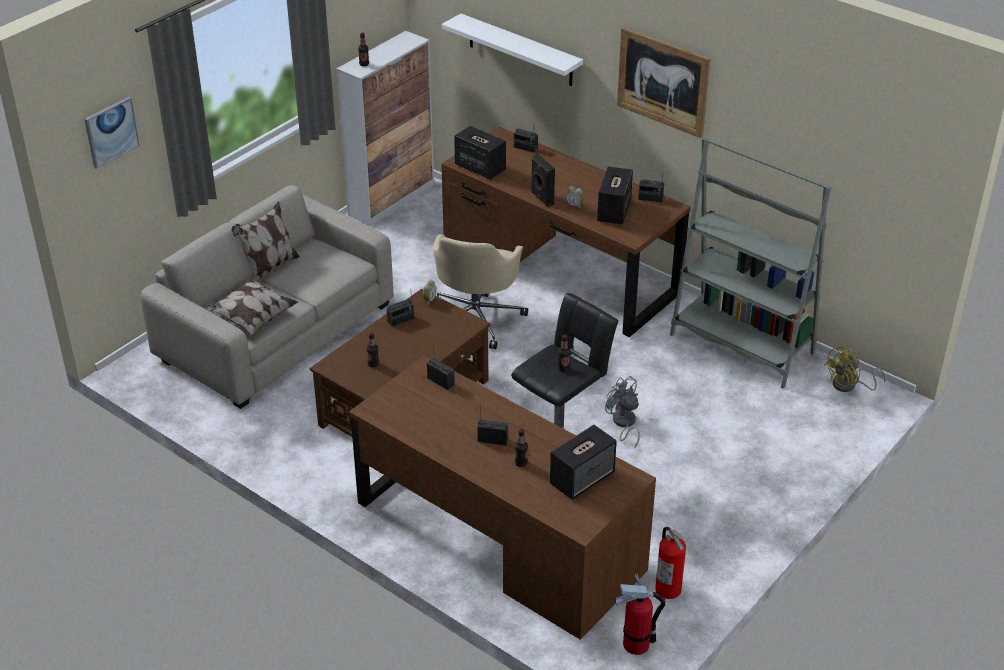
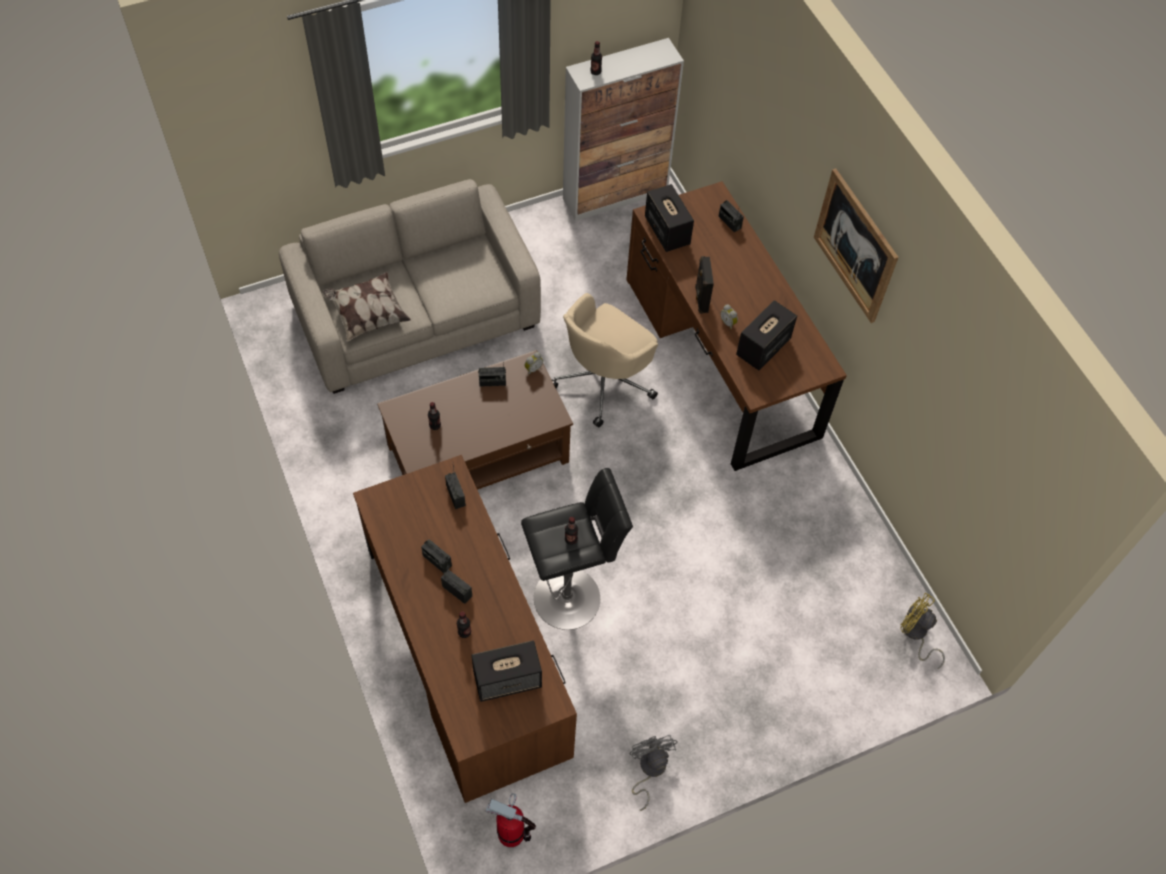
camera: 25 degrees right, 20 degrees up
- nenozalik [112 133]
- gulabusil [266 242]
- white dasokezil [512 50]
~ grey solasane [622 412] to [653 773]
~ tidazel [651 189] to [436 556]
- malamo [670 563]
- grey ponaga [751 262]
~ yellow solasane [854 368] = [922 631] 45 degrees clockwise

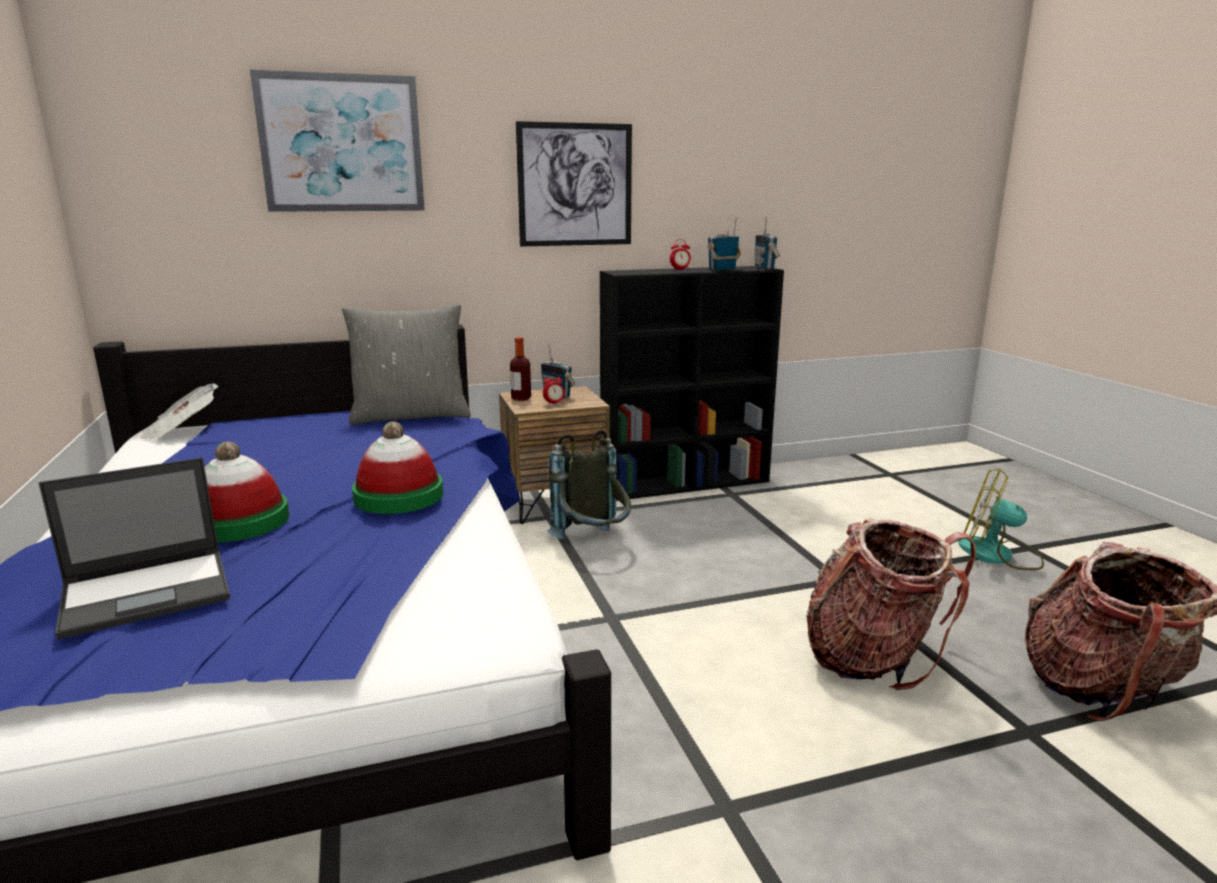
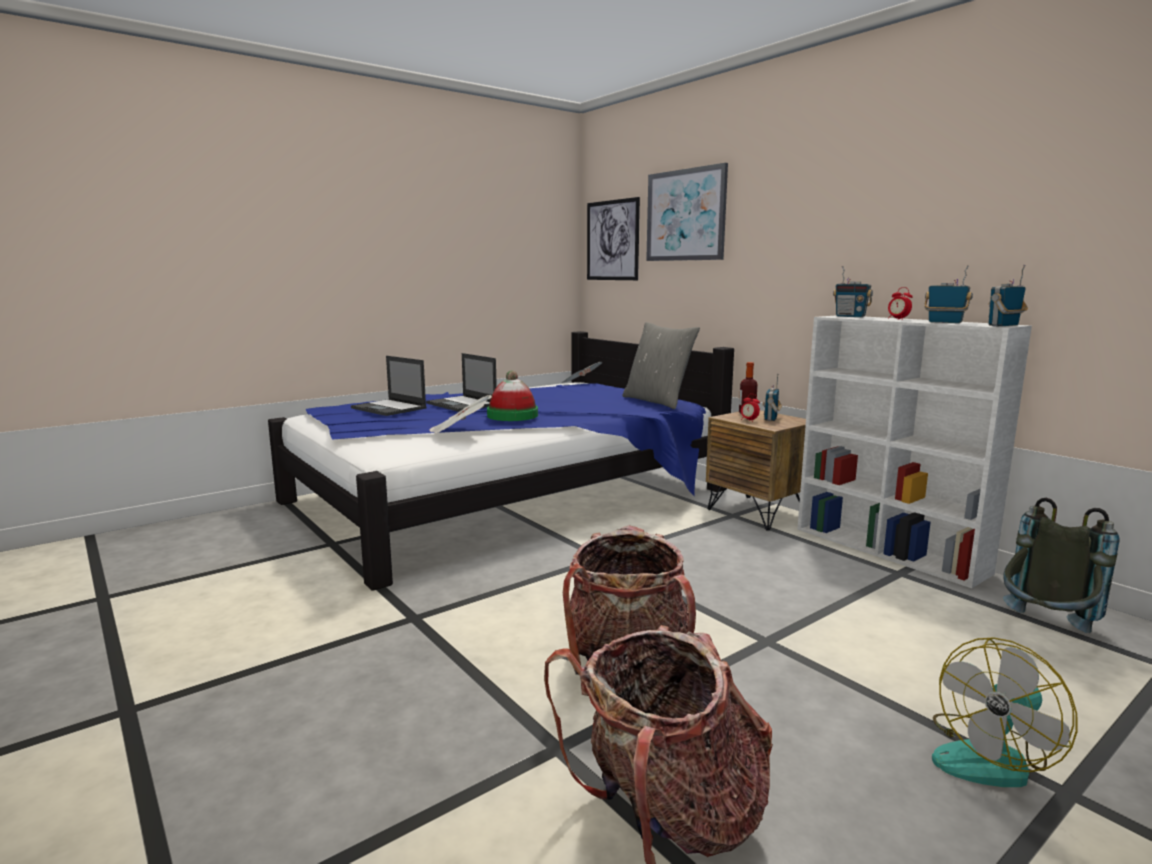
camera: 70 degrees right, 5 degrees down
~ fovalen [247 491] to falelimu [461 382]
~ nenozalik [574 183] to [613 238]
~ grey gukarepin [589 485] to [1061 565]
~ black ponaga [692 383] to white ponaga [914 452]
~ solasane [1001 519] = [1005 712] 135 degrees counterclockwise
+ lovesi [461 414]
+ tidazel [853 291]

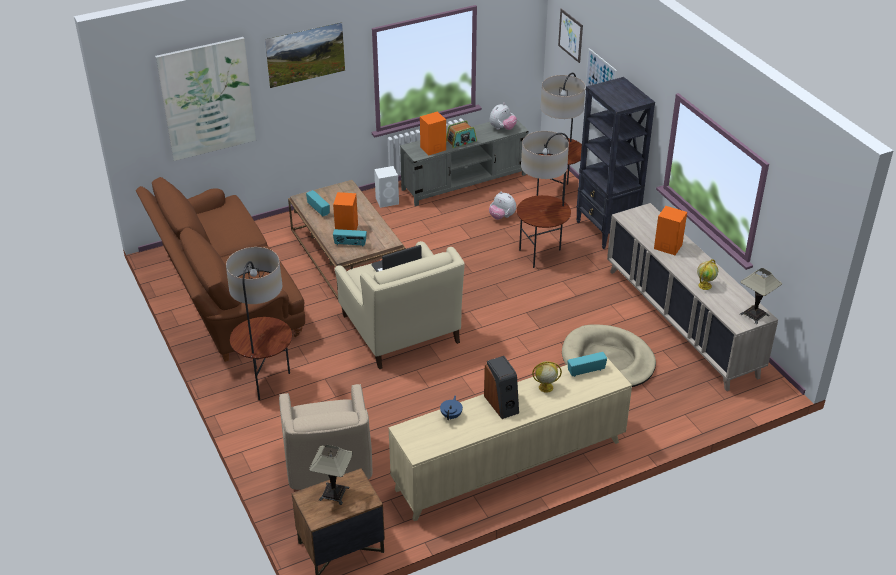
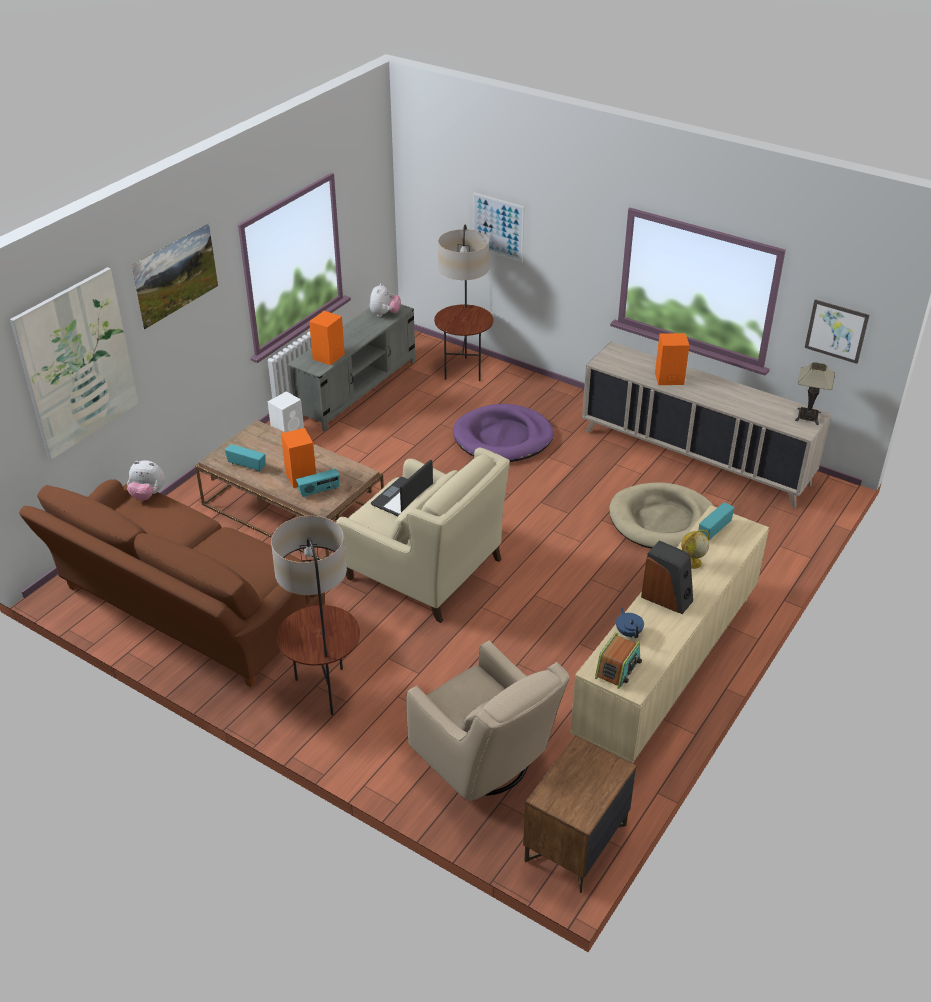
camera: 30 degrees left, 0 degrees up
- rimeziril [331 475]
~ tidazel [461 134] to [618 660]
~ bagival [502 206] to [146 480]
~ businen [544 199] to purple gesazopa [503 433]
~ nenozalik [570 36] to [837 331]
- black ponaga [615 163]
- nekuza [707 274]

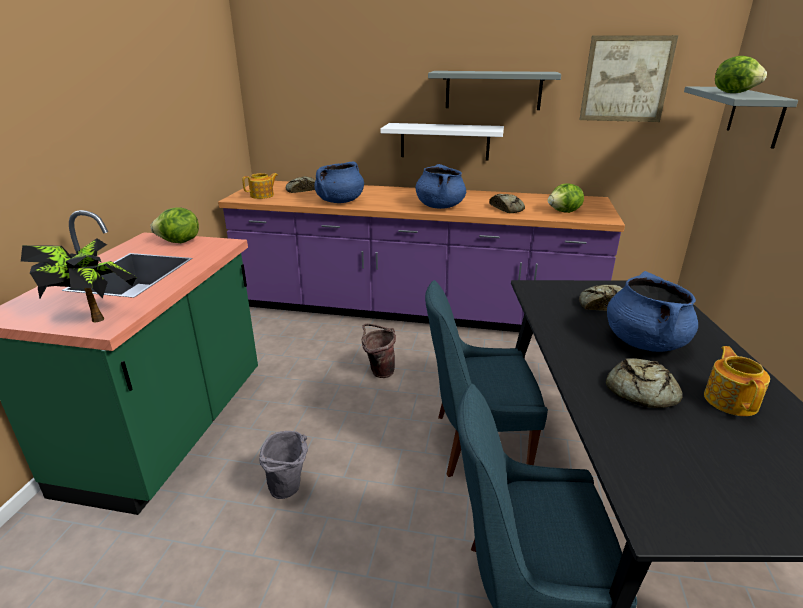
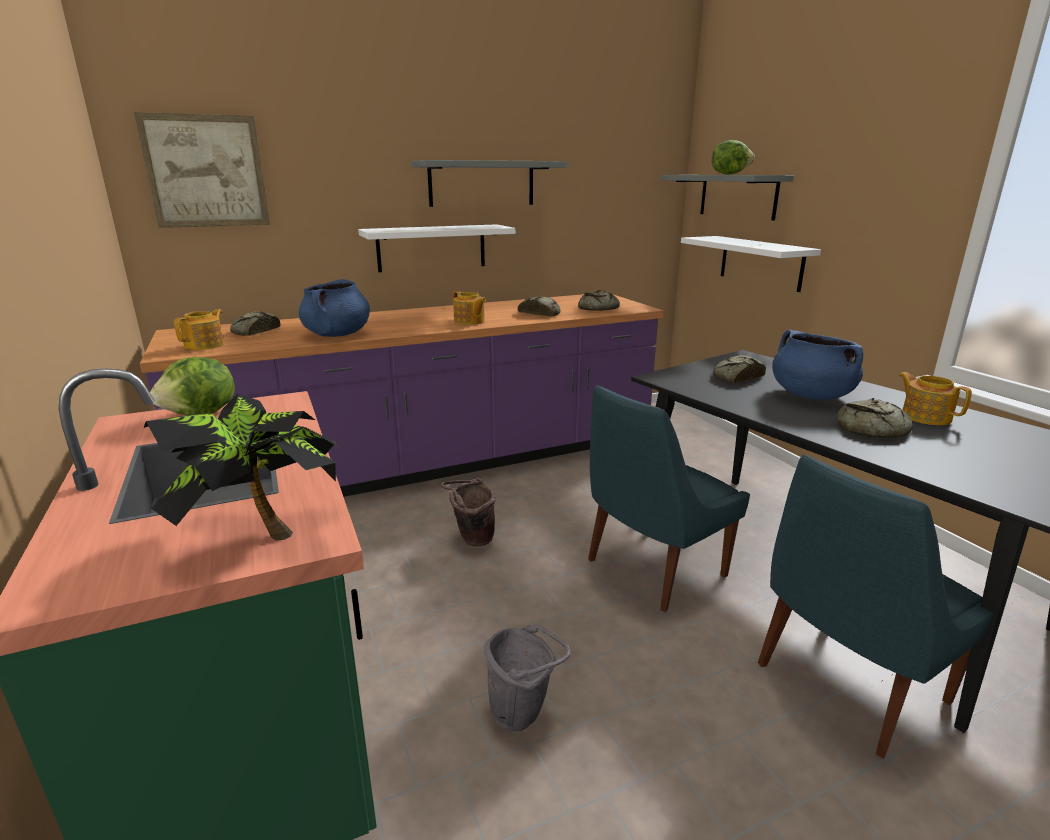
camera: 35 degrees left, 5 degrees down
~ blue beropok [441 186] to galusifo [469 308]
~ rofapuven [566 198] to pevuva [599 300]
~ nenozalik [629 78] to [202 170]
+ white dasokezil [751 264]

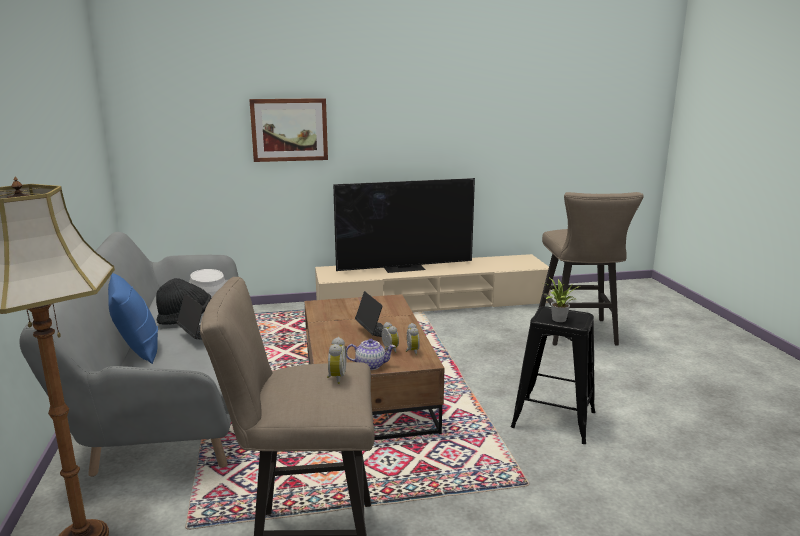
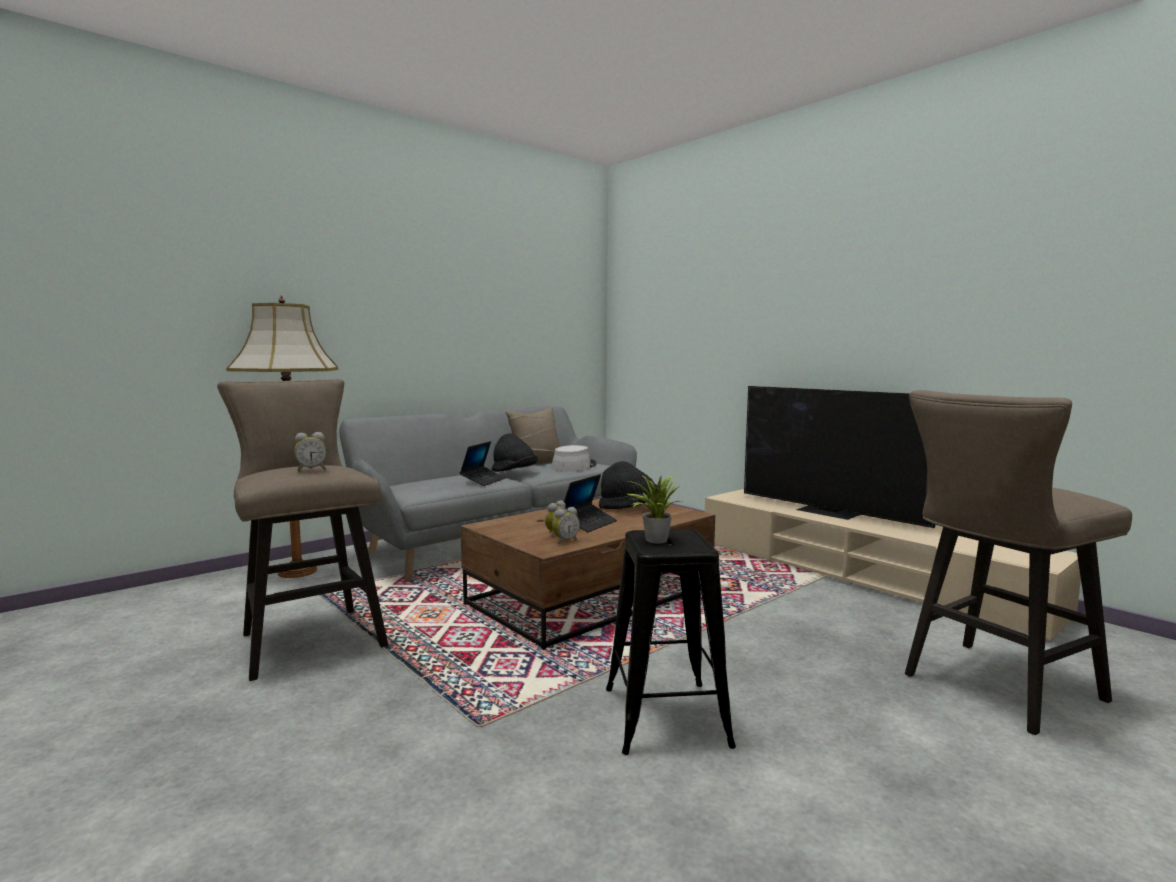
camera: 60 degrees right, 10 degrees down
- blue gulabusil [133 318]
- nenozalik [288 130]
- galusifo [370 354]
+ beige gulabusil [532 438]
+ black fovalen [628 485]

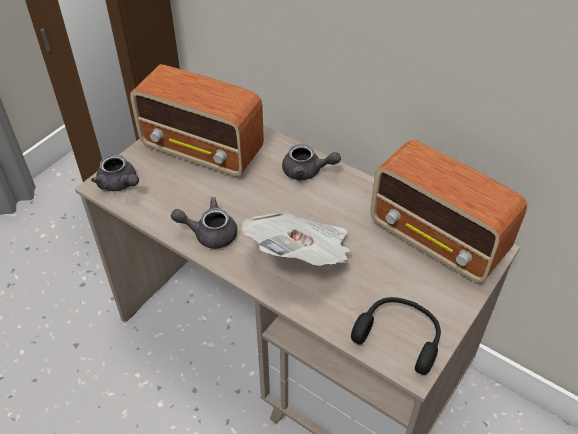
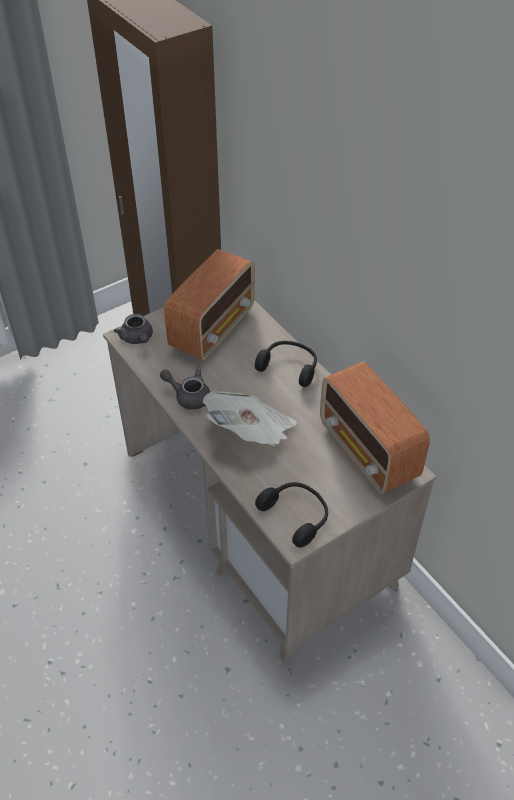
camera: 20 degrees right, 0 degrees up
~ tidazel [197 120] = [209 304] 105 degrees counterclockwise
~ grey galusifo [311 162] to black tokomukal [286 364]

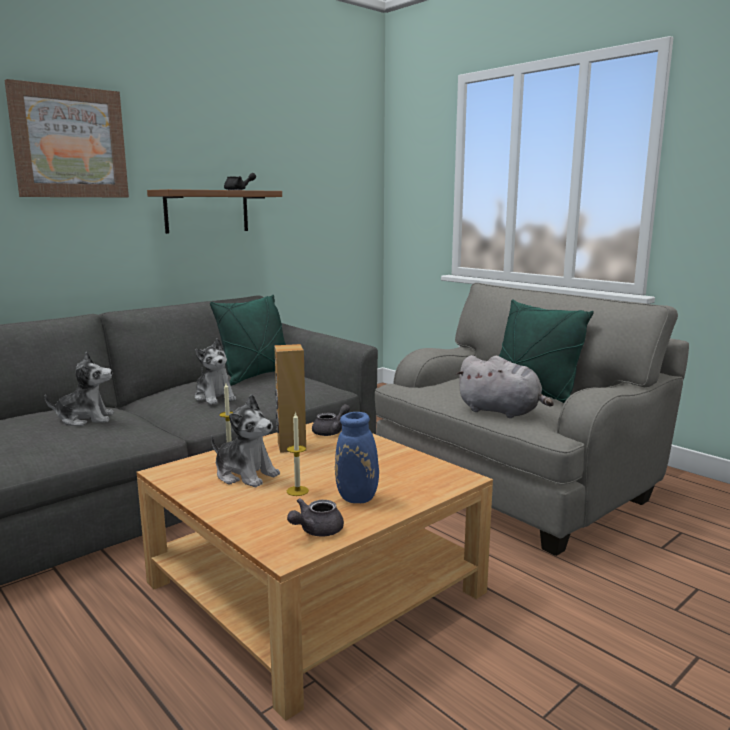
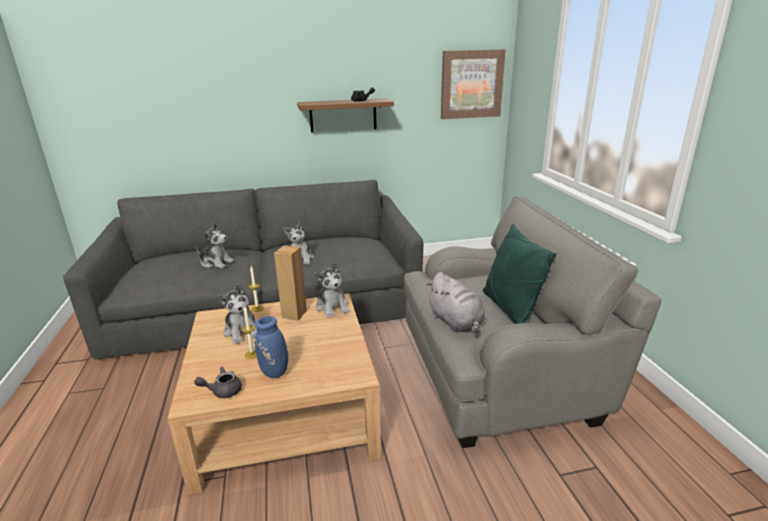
camera: 30 degrees right, 10 degrees up
~ nenozalik [66 138] to [473 84]
- green gulabusil [248 340]
~ grey galusifo [331 420] to bagival [332 290]

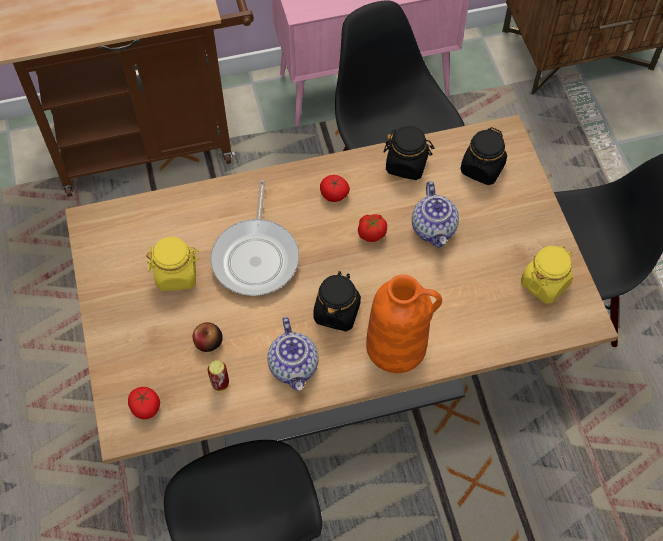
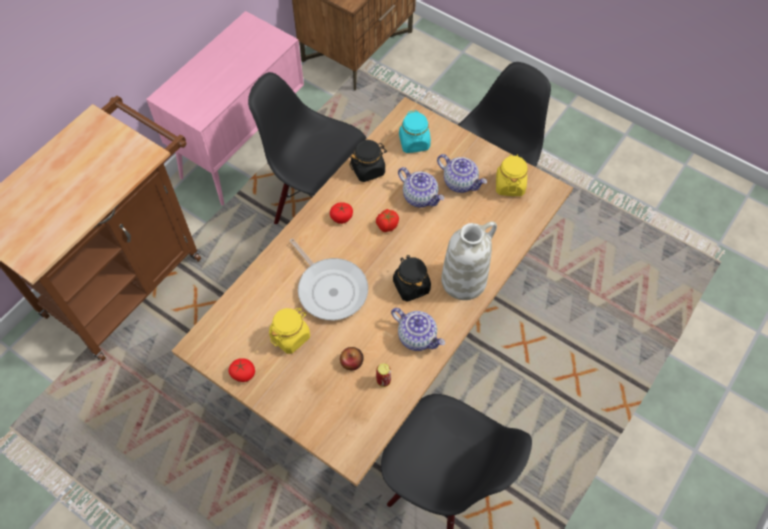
camera: 40 degrees left, 0 degrees up
~ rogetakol [144 403] to [241 370]
~ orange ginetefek [404 324] to white ginetefek [469 261]
~ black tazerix [483 156] to turquoise tazerix [415 131]
+ galusifo [462 173]

